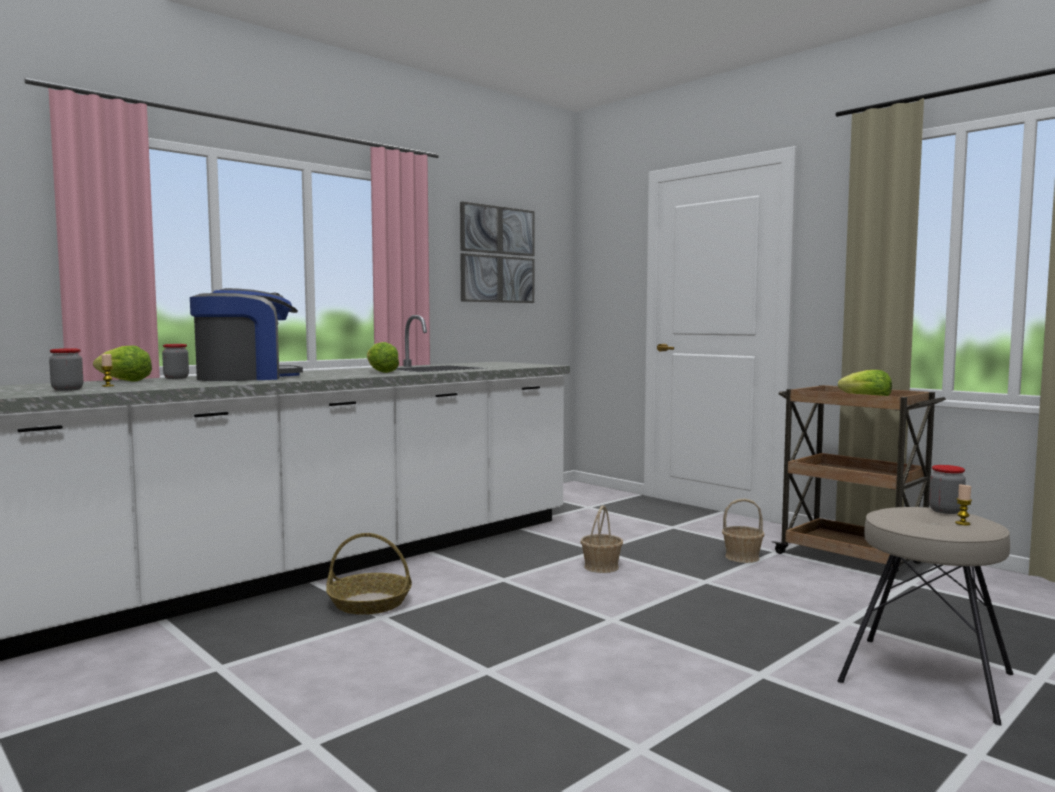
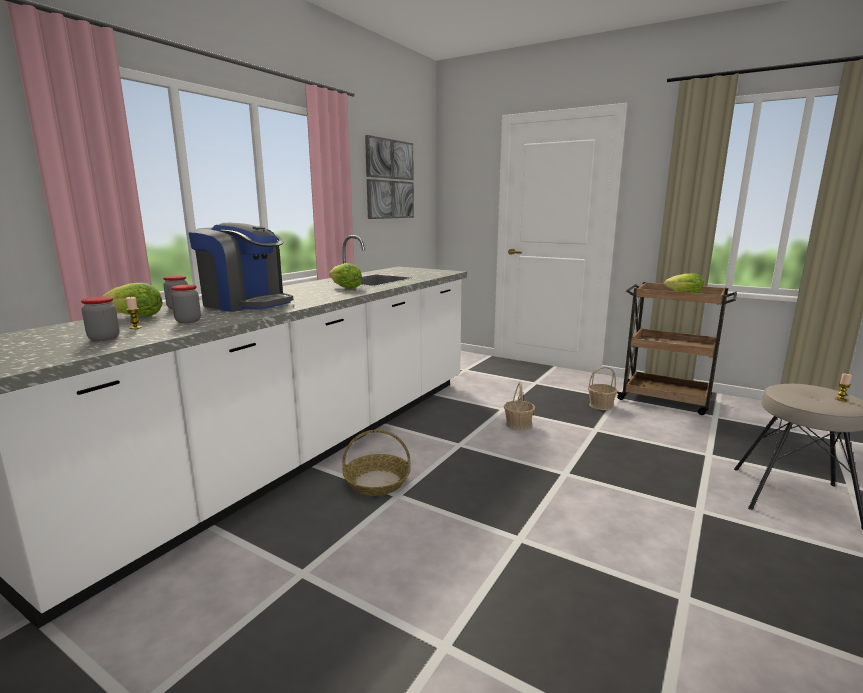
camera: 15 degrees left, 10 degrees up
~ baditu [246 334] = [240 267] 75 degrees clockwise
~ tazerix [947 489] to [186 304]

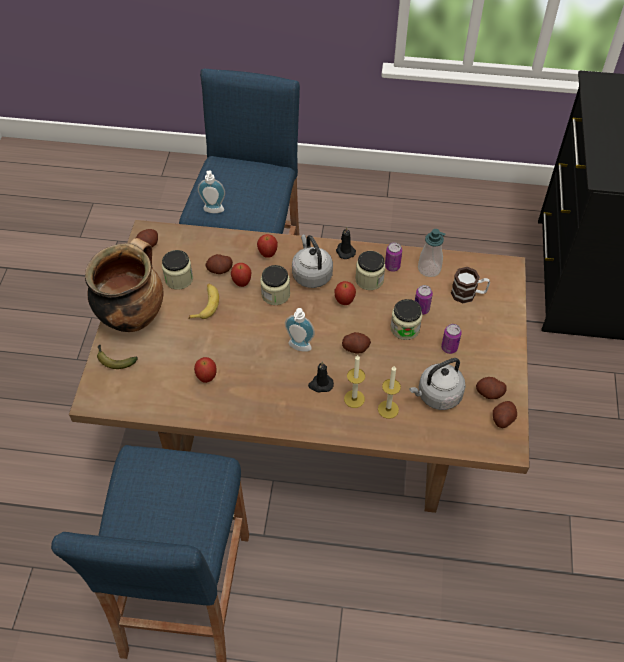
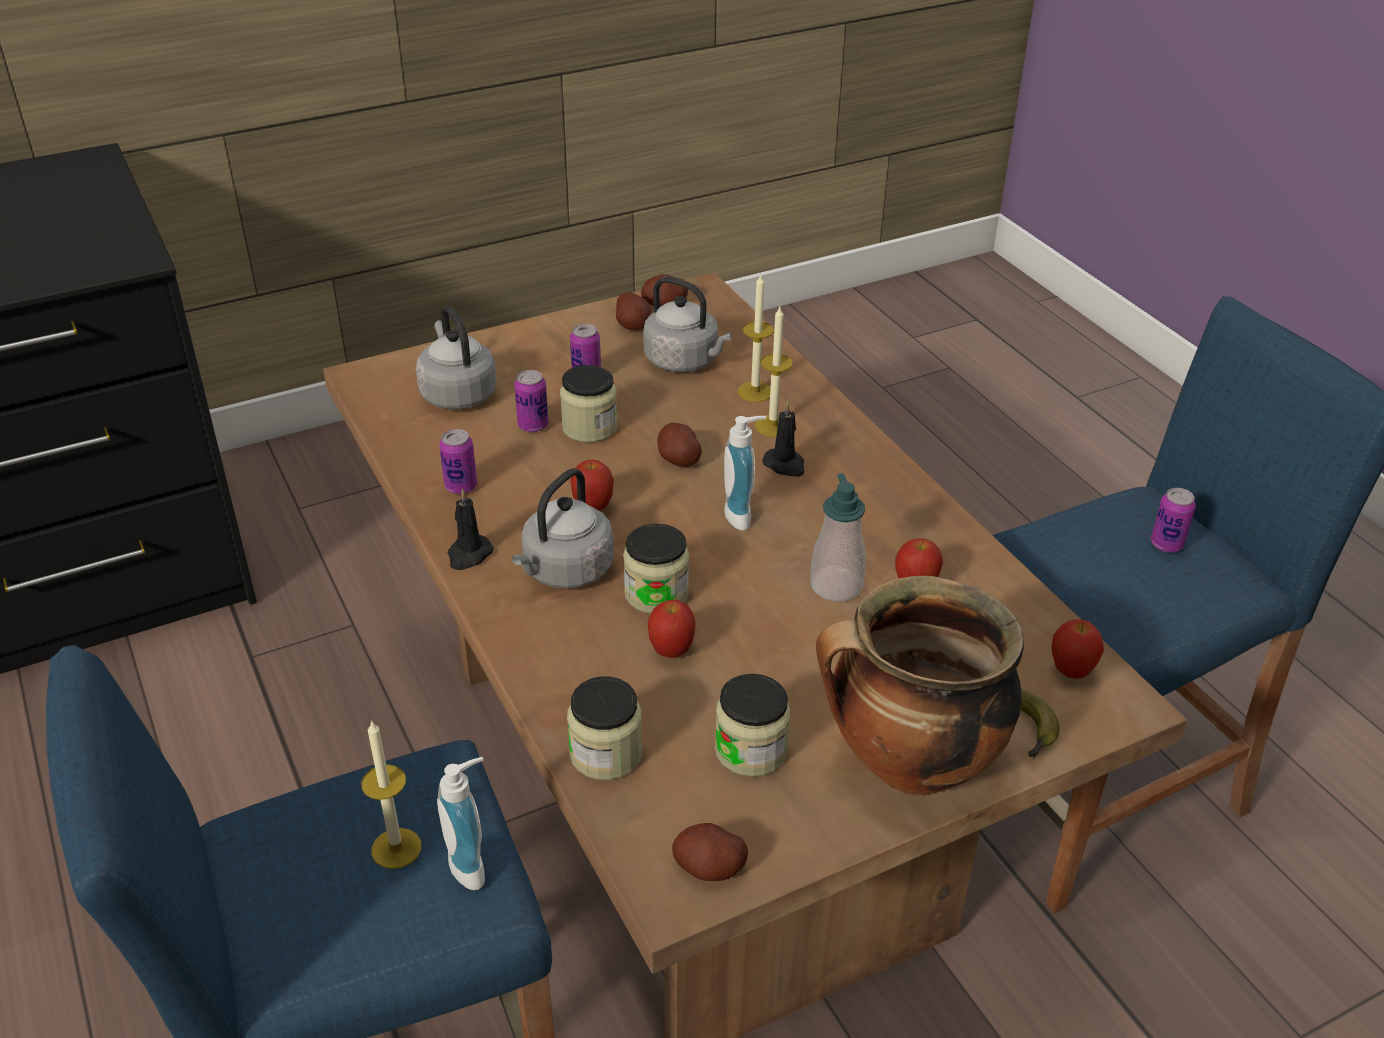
camera: 125 degrees left, 15 degrees down
- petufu [203 301]
- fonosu [219 264]
~ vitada [267 246] to [1078 649]
~ tazerix [370 270] to [604 728]
~ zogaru [431 253] to [838 537]
~ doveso [470 285] to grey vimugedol [456 357]
+ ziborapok [391 794]
+ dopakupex [1173 520]

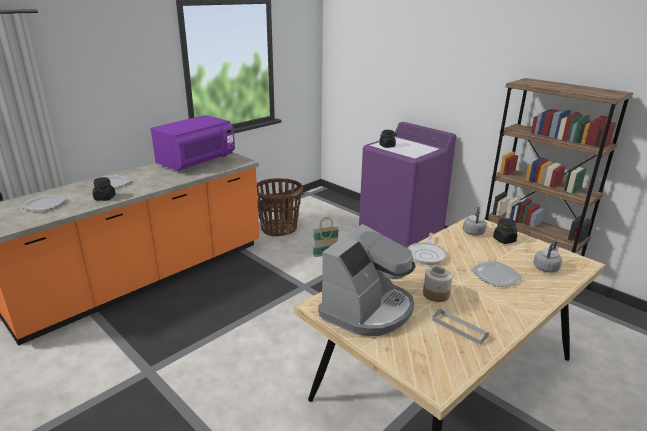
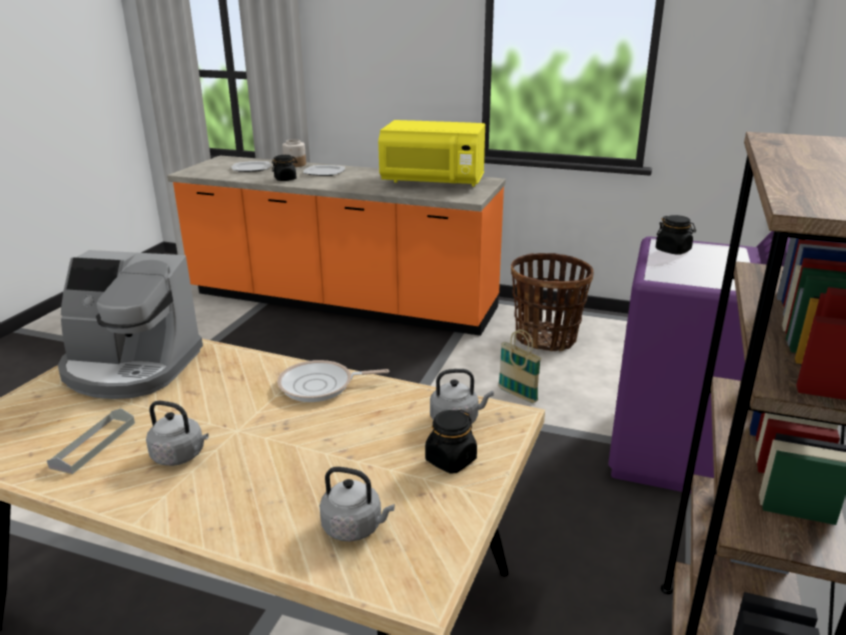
camera: 65 degrees right, 0 degrees up
~ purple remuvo [193 143] to yellow remuvo [431 153]
~ tazerix [438 284] to [294 153]
- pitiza [497 274]
+ grey vimugedol [177 433]

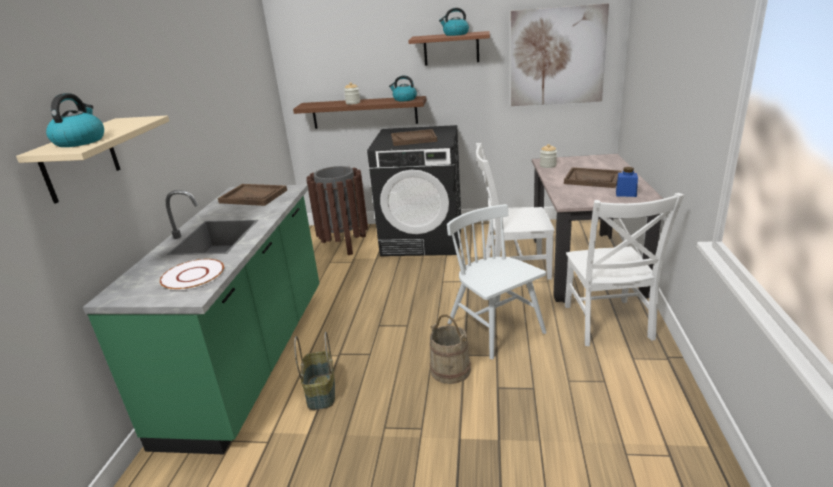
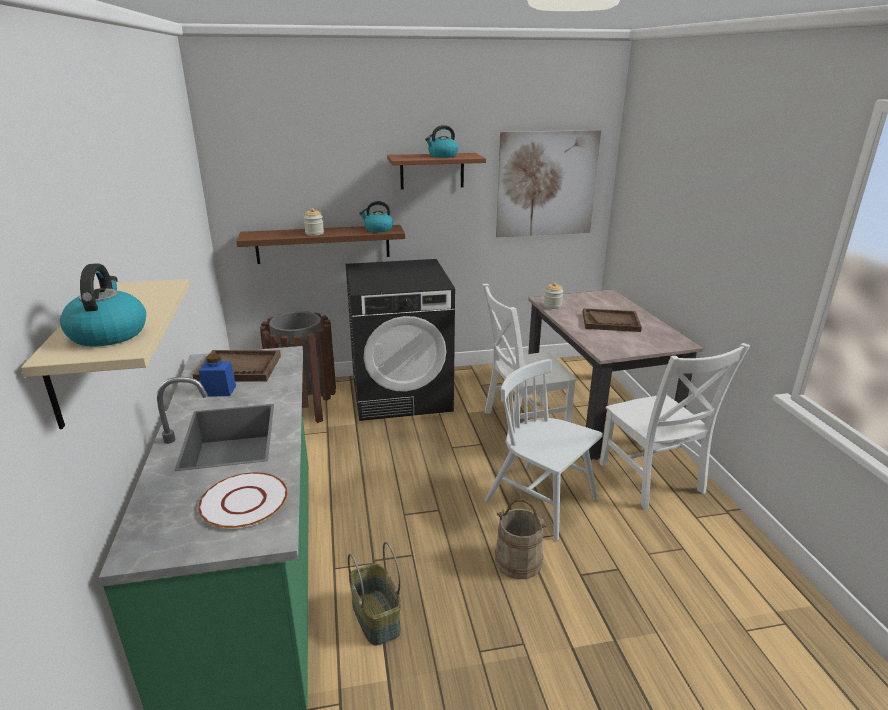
camera: 20 degrees left, 0 degrees up
- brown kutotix [414 137]
~ blue tazerix [627 182] to [217 375]

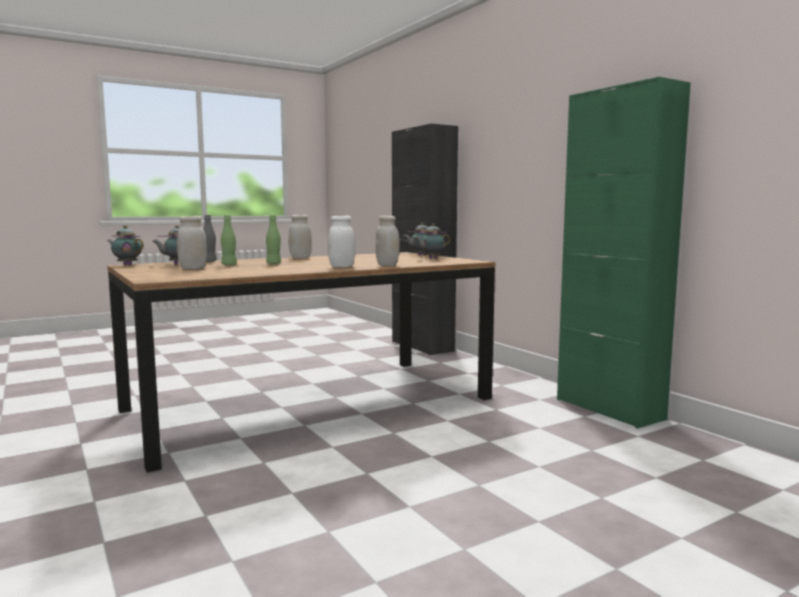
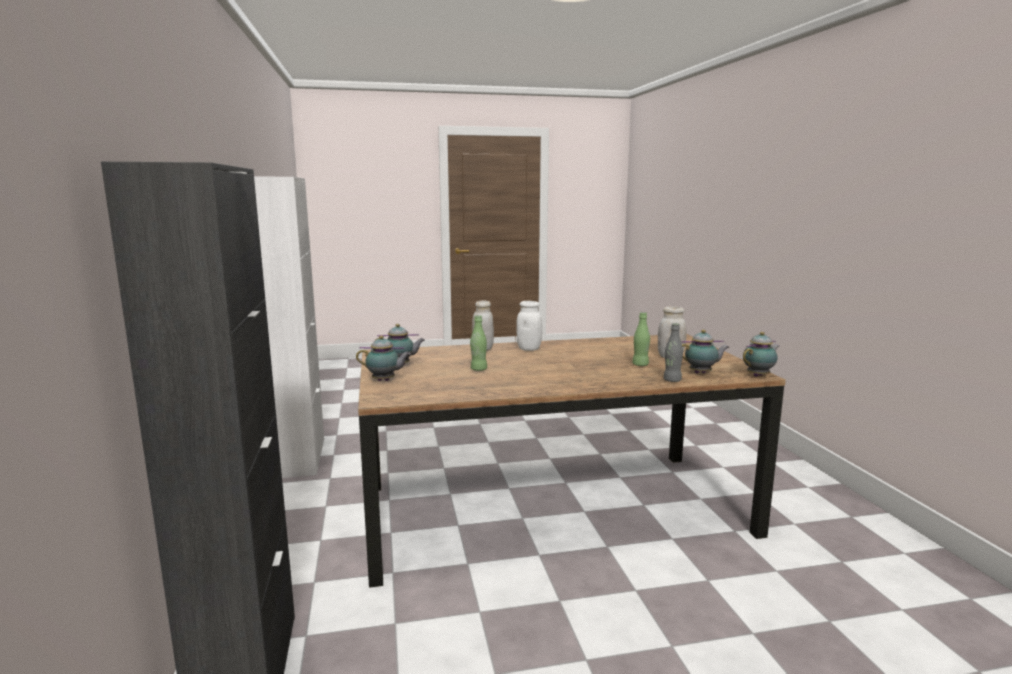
camera: 160 degrees left, 5 degrees up
~ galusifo [125 245] = [761 354] 75 degrees counterclockwise
~ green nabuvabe [273 239] to [478 343]
- white tazerix [300 236]
~ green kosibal [624 253] to white kosibal [289 327]

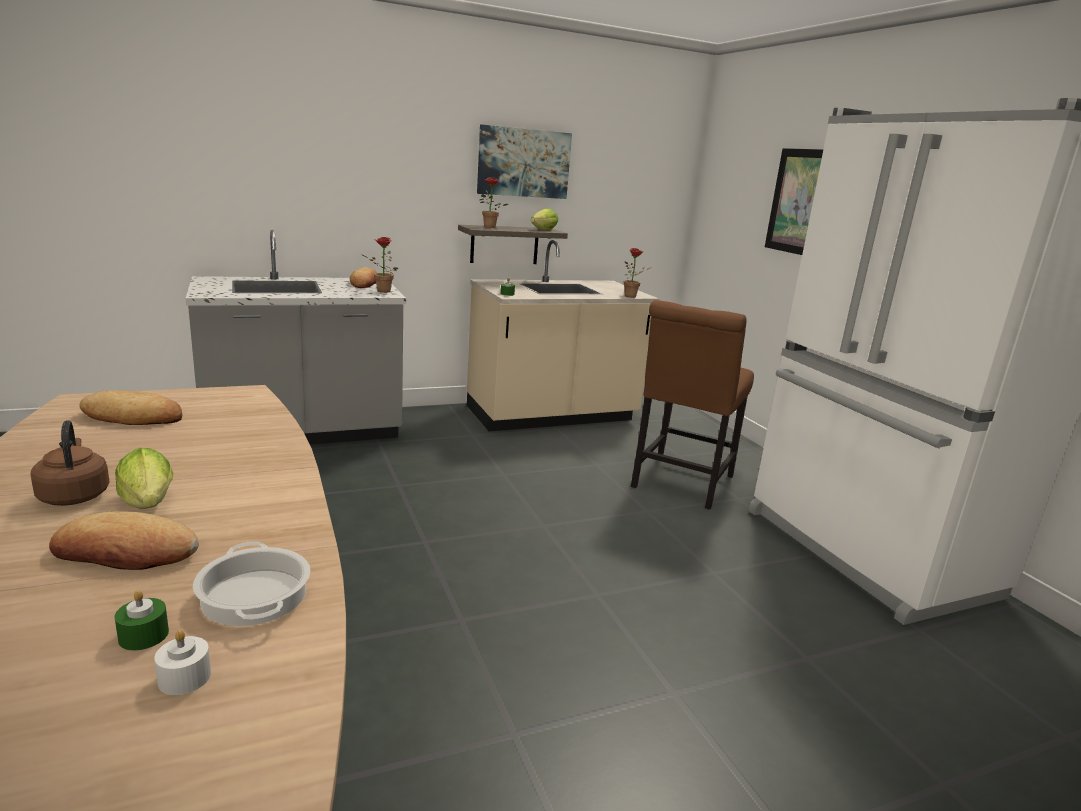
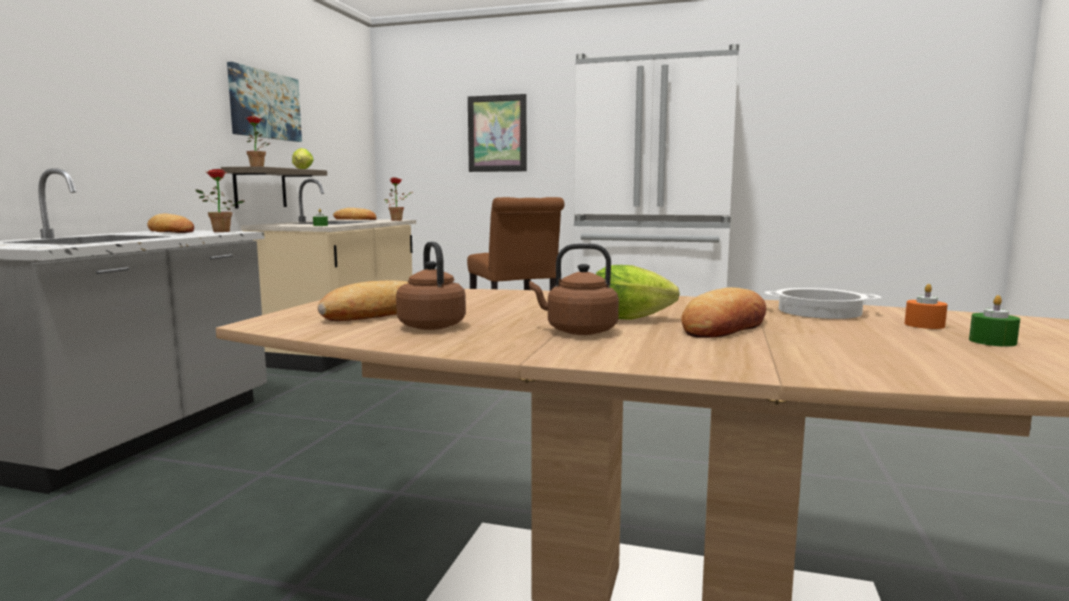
camera: 50 degrees left, 10 degrees down
~ green ziborapok [141 620] to [994 321]
~ white ziborapok [182 662] to orange ziborapok [926 306]
+ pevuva [355 214]
+ brown vimugedol [431 286]

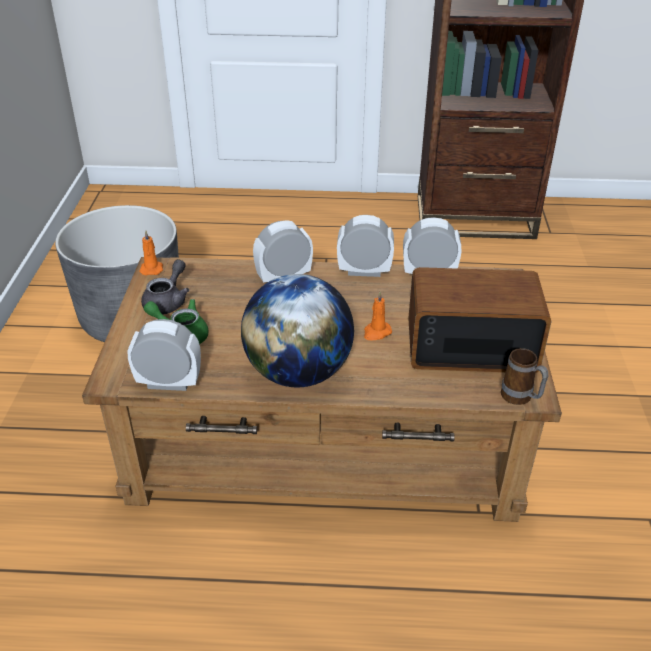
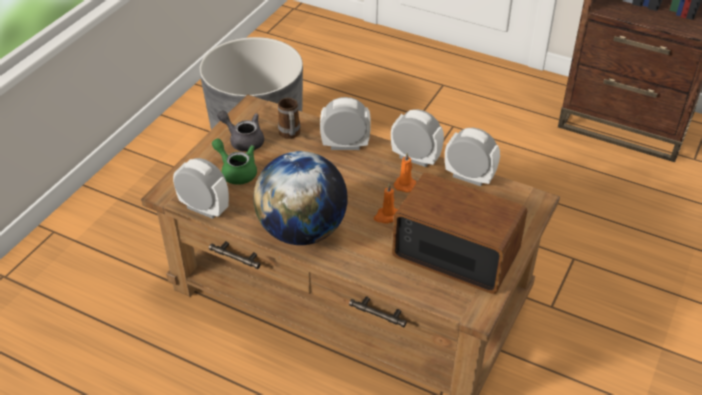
camera: 25 degrees right, 5 degrees up
~ orange ziborapok [151 253] to [404 173]
~ grey galusifo [165 286] = [240 131] 105 degrees counterclockwise
~ doveso [524 376] to [289 118]

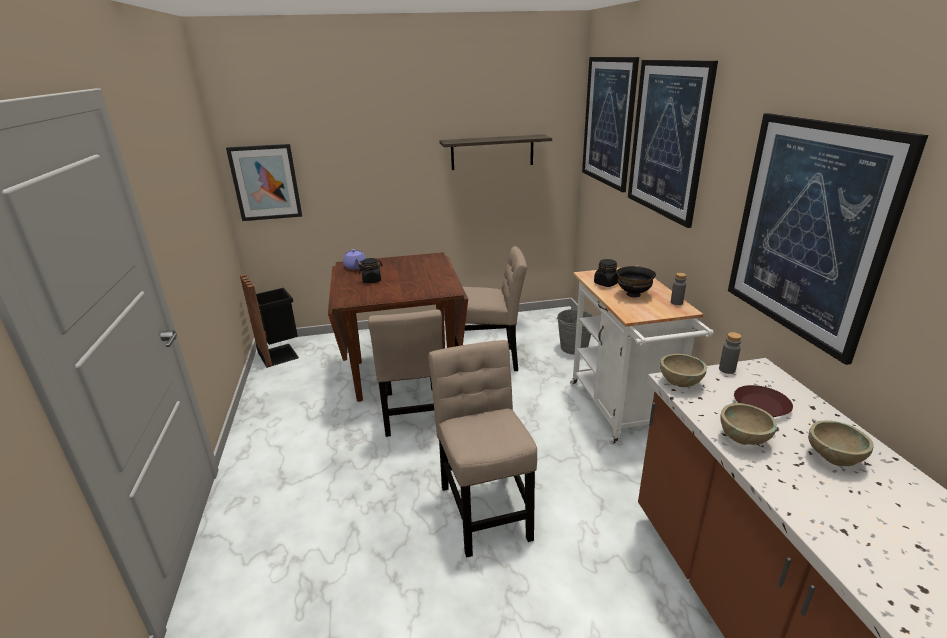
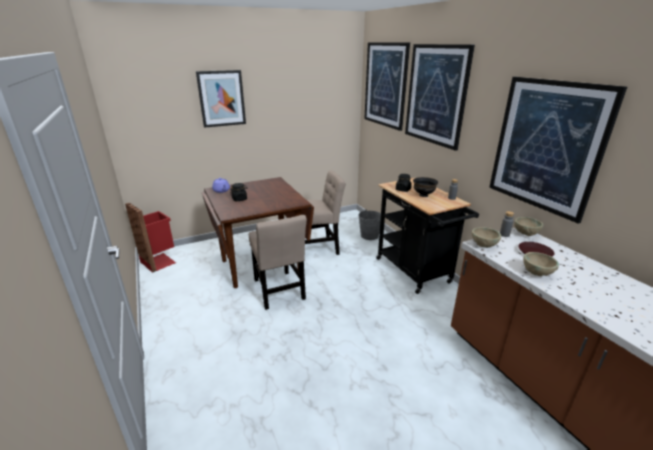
camera: 15 degrees left, 0 degrees up
~ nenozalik [264 182] to [221 99]
~ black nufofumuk [269 321] to red nufofumuk [150 238]
- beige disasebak [482 449]
- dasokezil [495 152]
~ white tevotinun [642 356] to black tevotinun [427 236]
~ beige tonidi [840 443] to [528 226]

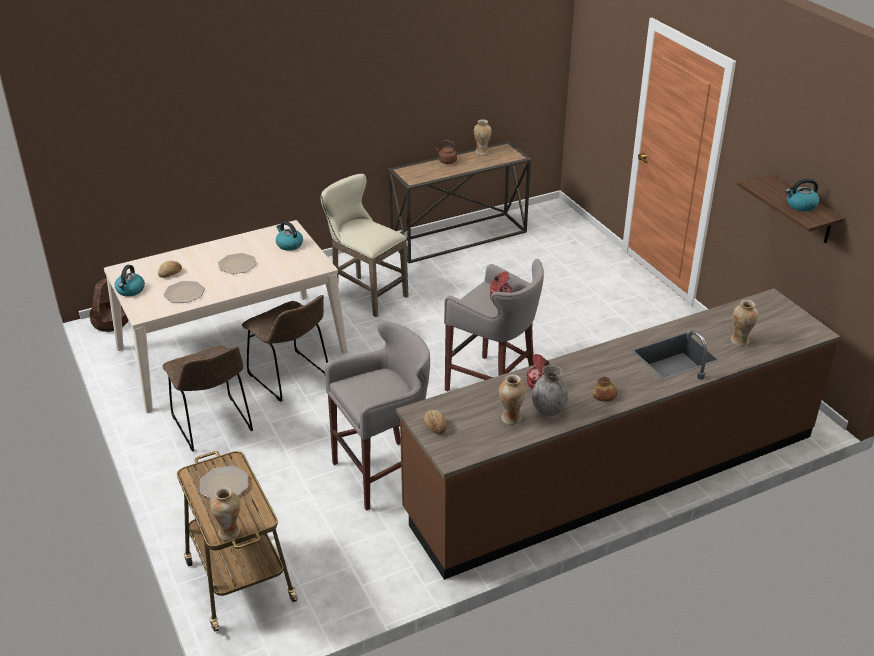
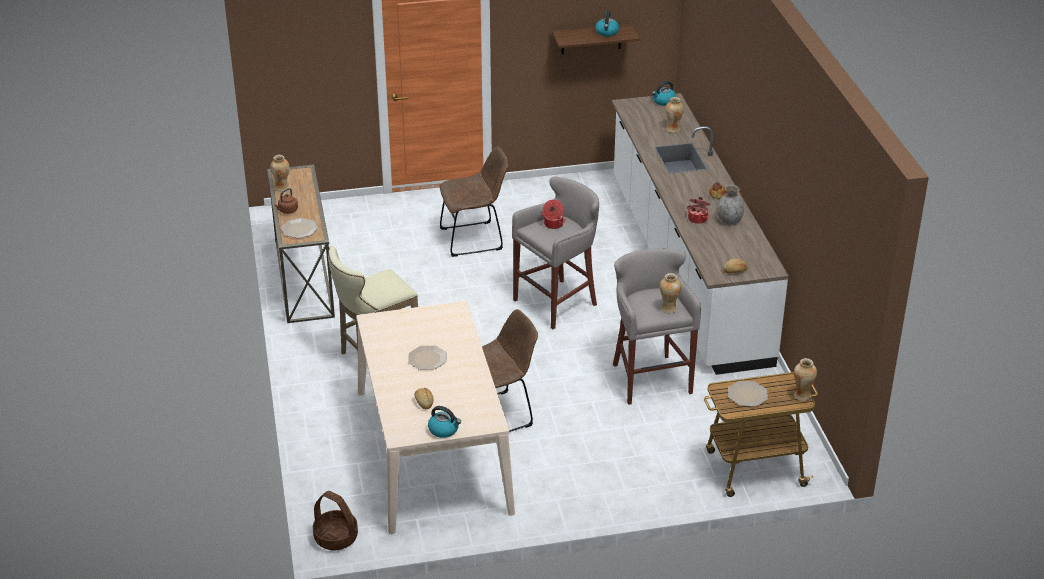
camera: 75 degrees left, 0 degrees up
~ brown disasebak [207 398] to [473 201]
~ pitiza [184 292] to [299 228]
~ vimugedol [289 236] to [664 93]
~ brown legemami [618 434] to white legemami [700 234]
~ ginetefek [512 399] to [670 293]

